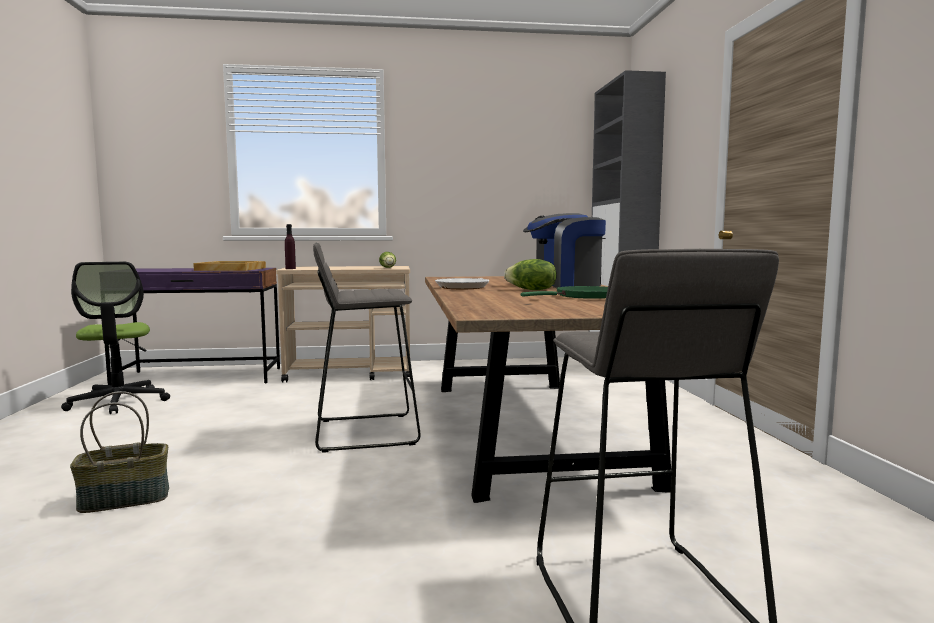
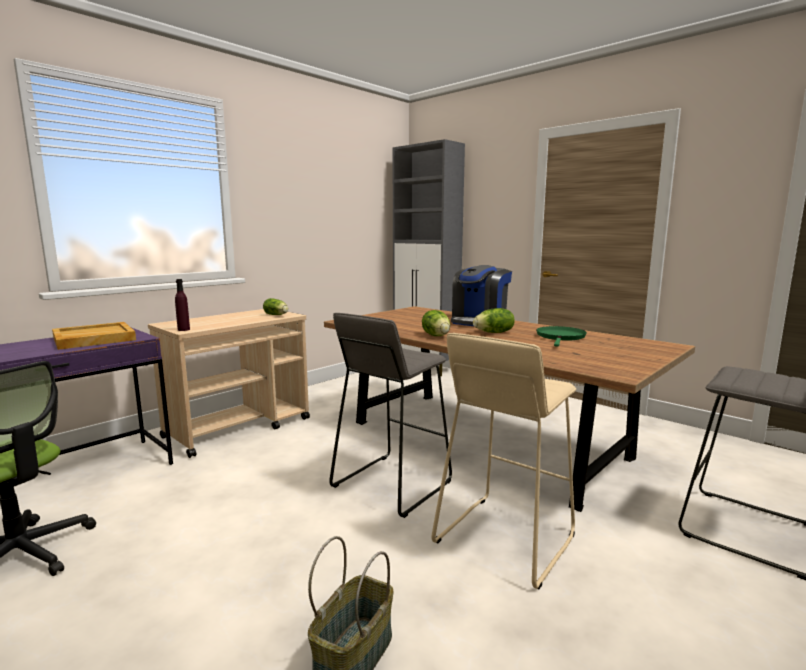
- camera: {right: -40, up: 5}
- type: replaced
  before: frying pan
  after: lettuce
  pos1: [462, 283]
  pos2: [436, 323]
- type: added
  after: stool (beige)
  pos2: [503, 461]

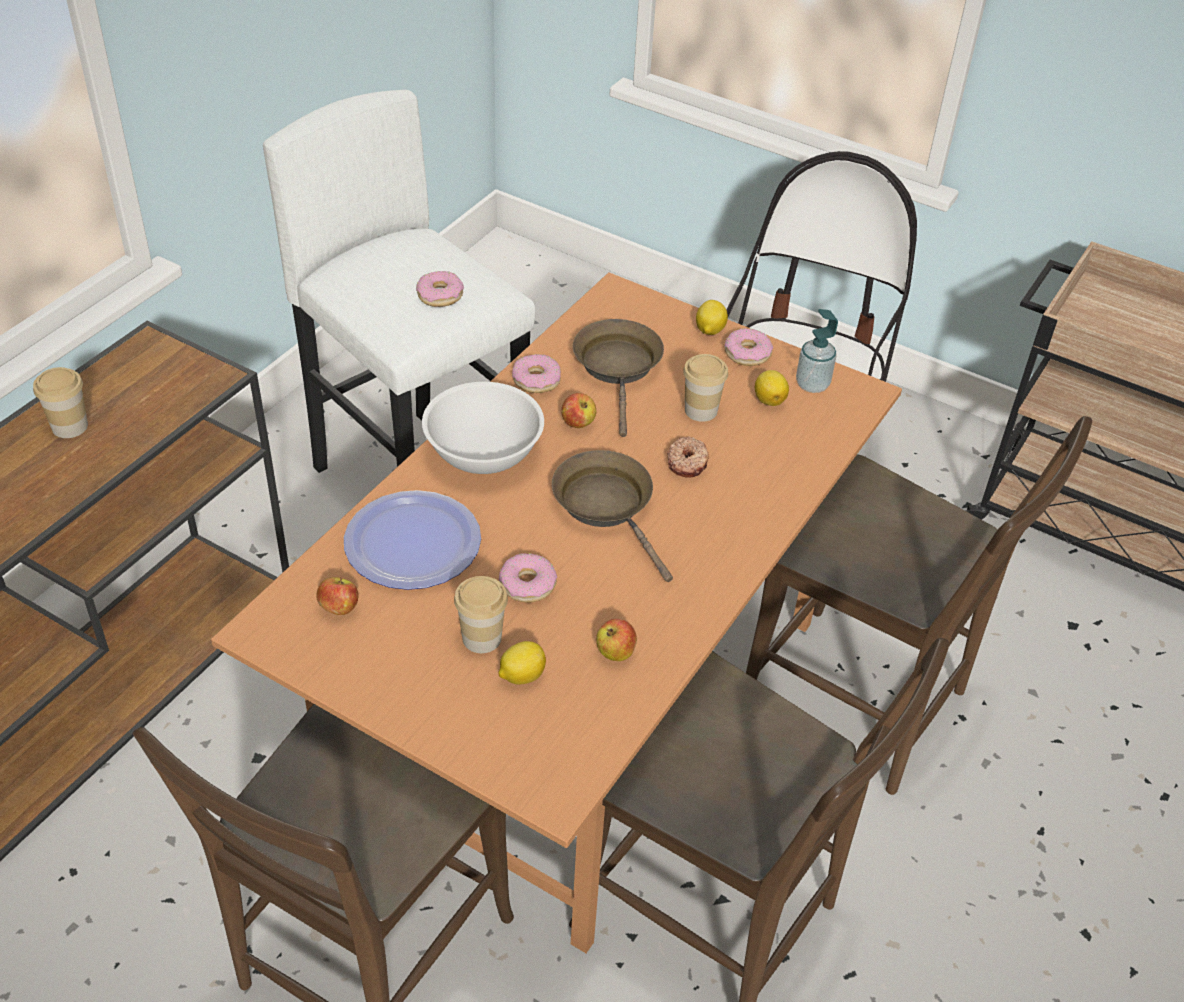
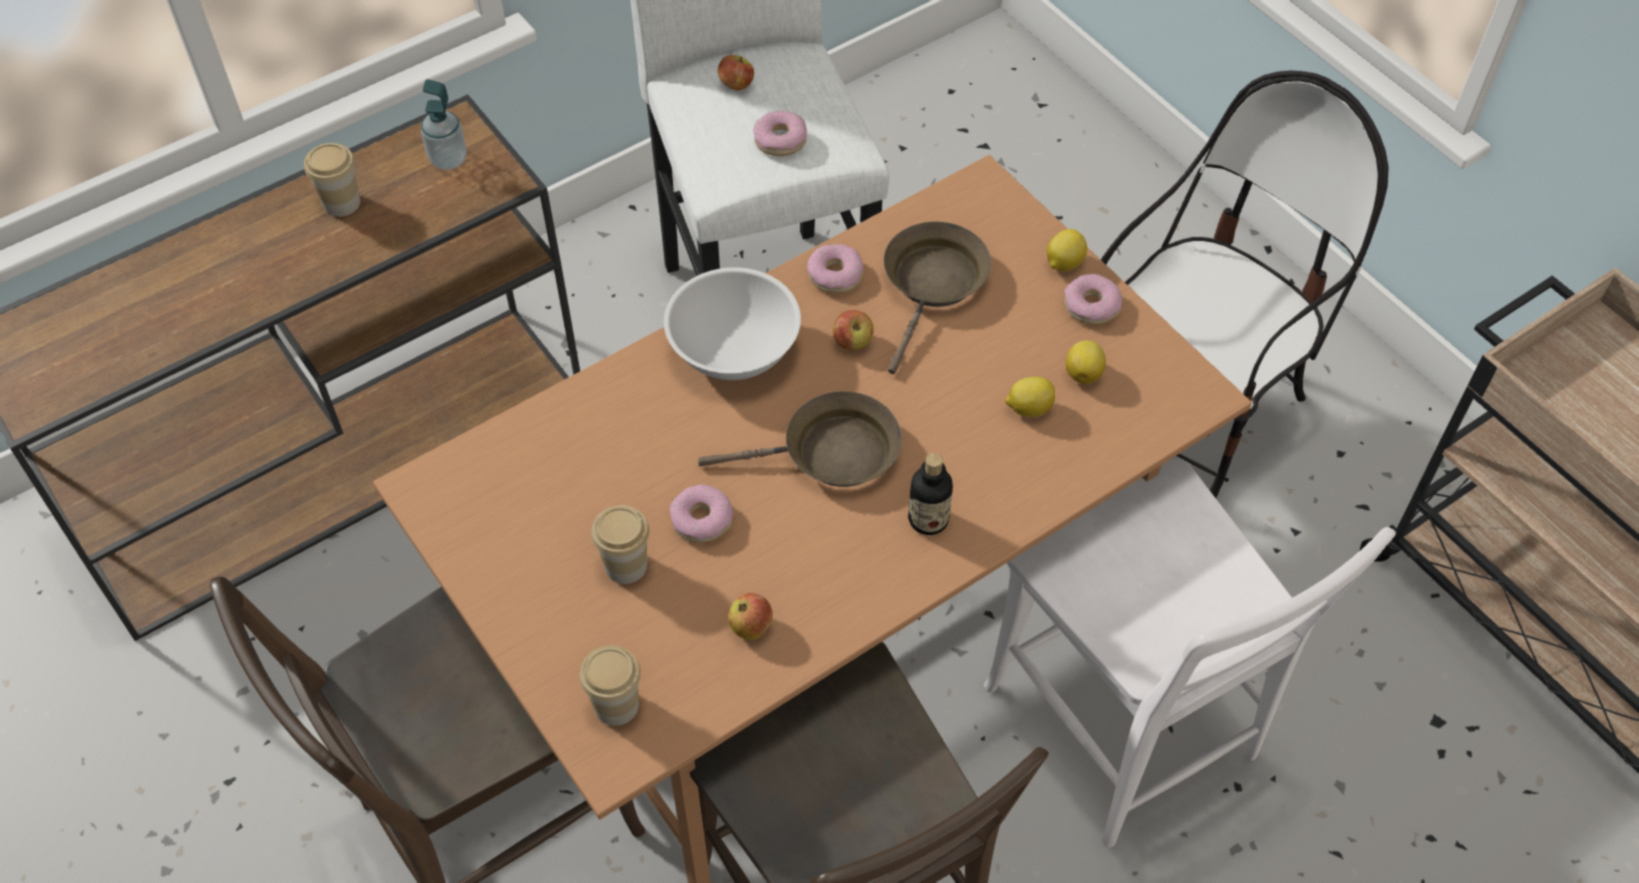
- camera: {right: 25, up: 10}
- type: moved
  before: apple
  pos1: [337, 596]
  pos2: [736, 72]
- type: removed
  before: plate
  pos1: [412, 540]
- type: moved
  before: lemon
  pos1: [522, 662]
  pos2: [1030, 396]
- type: turned
  before: frying pan (brown)
  pos1: [612, 516]
  pos2: [800, 439]
  turn: 90
- type: removed
  before: donut
  pos1: [688, 457]
- type: moved
  before: cup
  pos1: [705, 388]
  pos2: [610, 685]
- type: recoloured
  before: chair (brown)
  after: chair (white)
  pos1: [919, 605]
  pos2: [1190, 652]
- type: moved
  before: soap dispenser
  pos1: [817, 351]
  pos2: [443, 124]
- type: added
  after: bottle
  pos2: [930, 494]

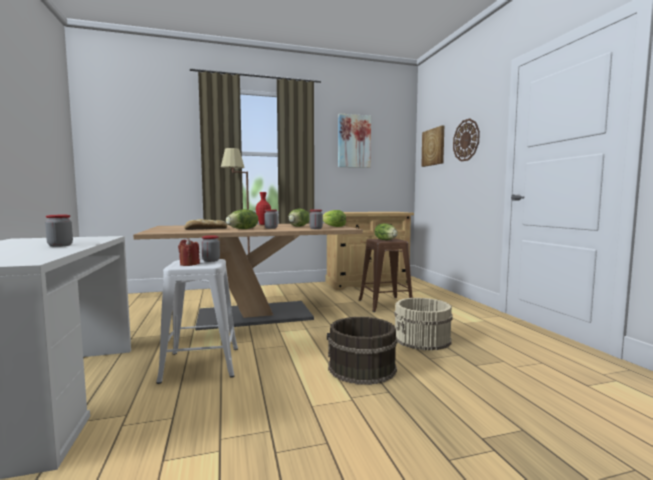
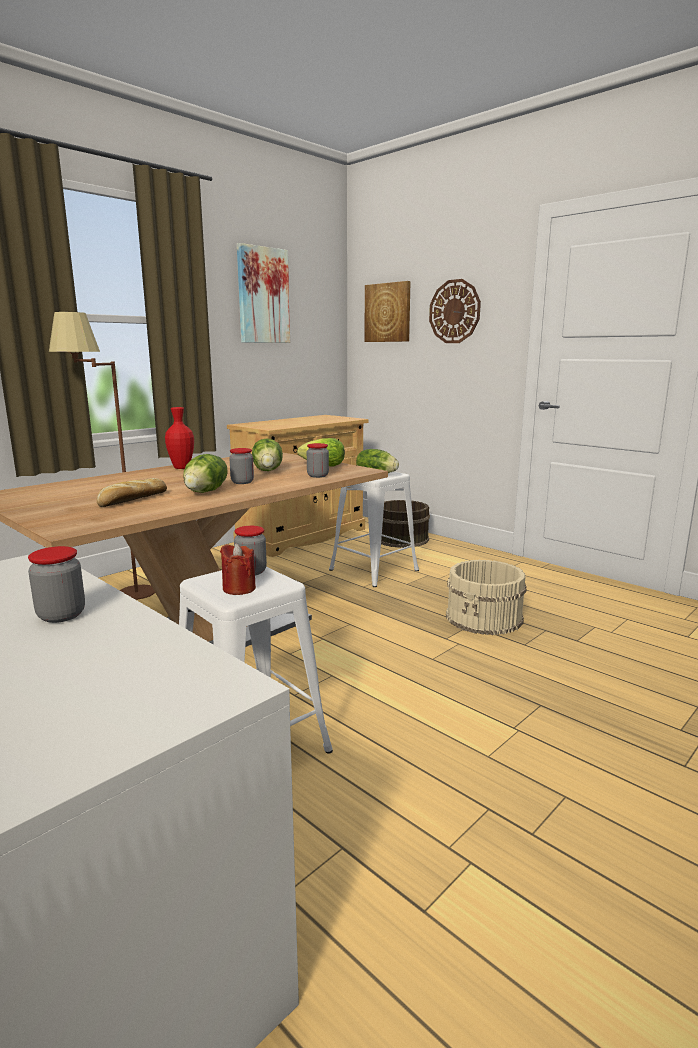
- camera: {right: -30, up: 10}
- type: moved
  before: bucket (brown)
  pos1: [362, 351]
  pos2: [405, 524]
- type: recoloured
  before: stool (brown)
  after: stool (white)
  pos1: [386, 275]
  pos2: [374, 529]

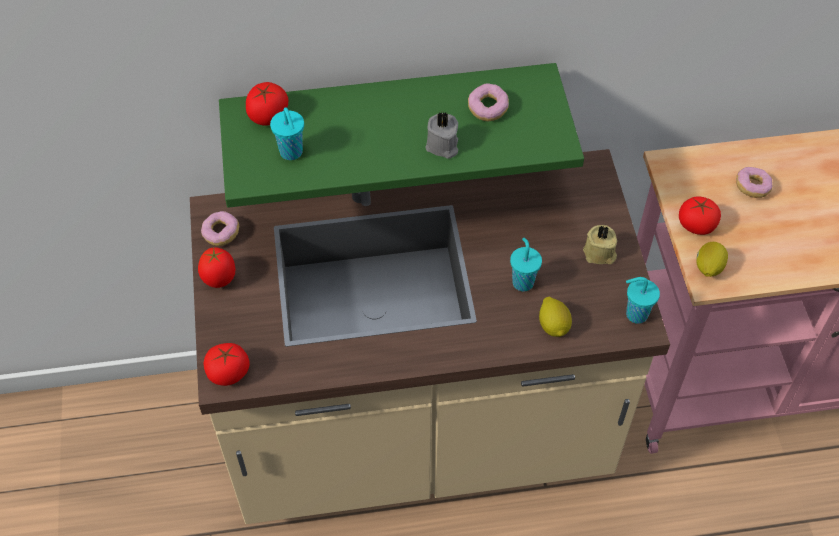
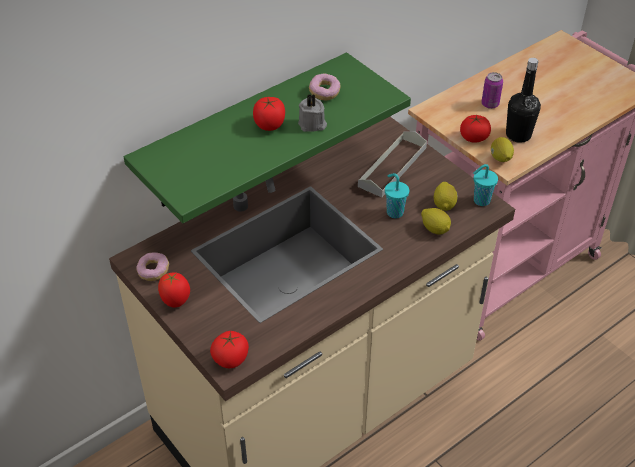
- camera: {right: -30, up: -10}
- type: moved
  before: tomato
  pos1: [267, 104]
  pos2: [269, 114]
- type: removed
  before: cup (turquoise)
  pos1: [287, 133]
- type: removed
  before: candle (beige)
  pos1: [600, 244]
- type: replaced
  before: donut
  after: can
  pos1: [754, 182]
  pos2: [492, 90]
- type: added
  after: tray (grey)
  pos2: [392, 164]
- type: added
  after: lemon
  pos2: [446, 196]
- type: added
  after: bottle (black)
  pos2: [523, 100]

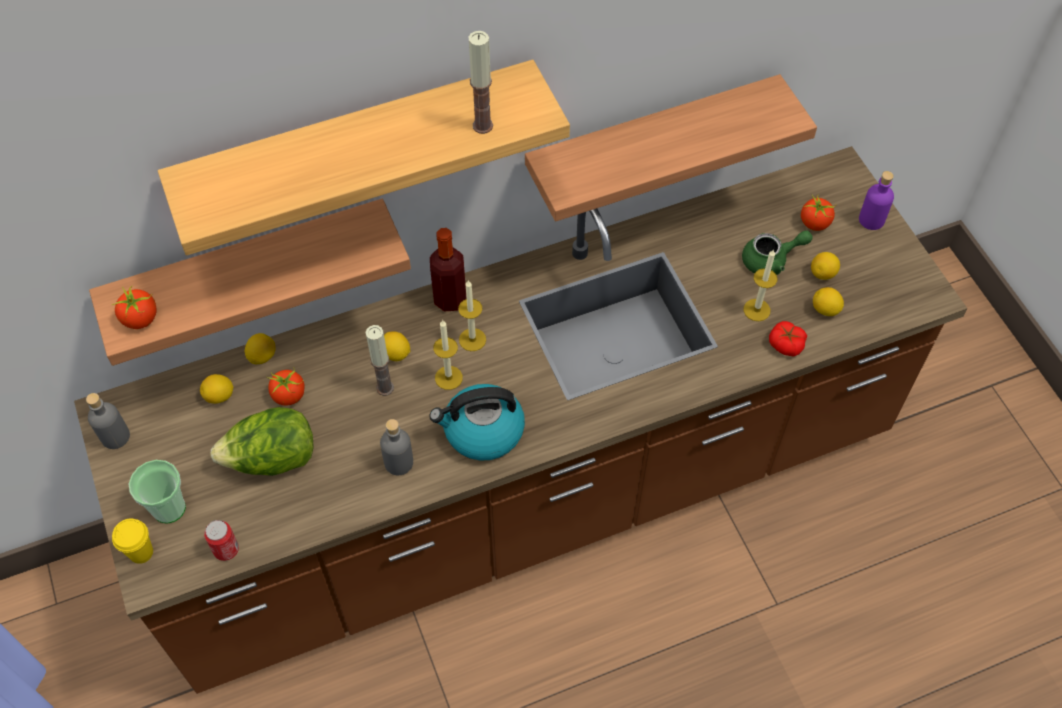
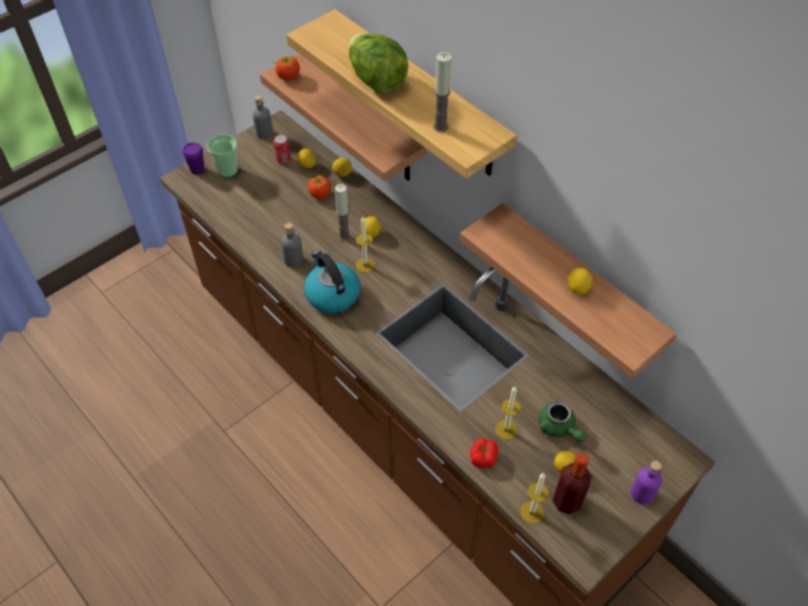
- camera: {right: 70, up: -5}
- type: recoloured
  before: cup (yellow)
  after: cup (purple)
  pos1: [132, 541]
  pos2: [193, 158]
- type: moved
  before: can
  pos1: [221, 540]
  pos2: [282, 149]
- type: moved
  before: lettuce
  pos1: [262, 441]
  pos2: [378, 63]
- type: moved
  before: bottle
  pos1: [448, 269]
  pos2: [572, 483]
- type: moved
  before: candle
  pos1: [472, 316]
  pos2: [534, 498]
- type: removed
  before: tomato
  pos1: [818, 213]
- type: moved
  before: lemon
  pos1: [828, 301]
  pos2: [580, 281]

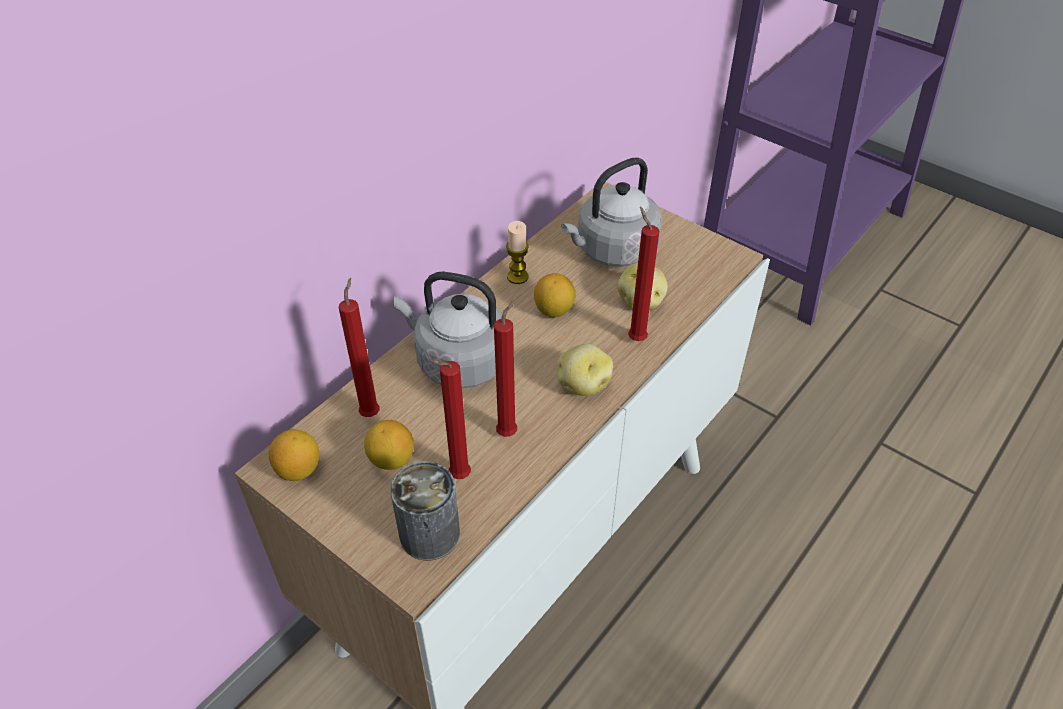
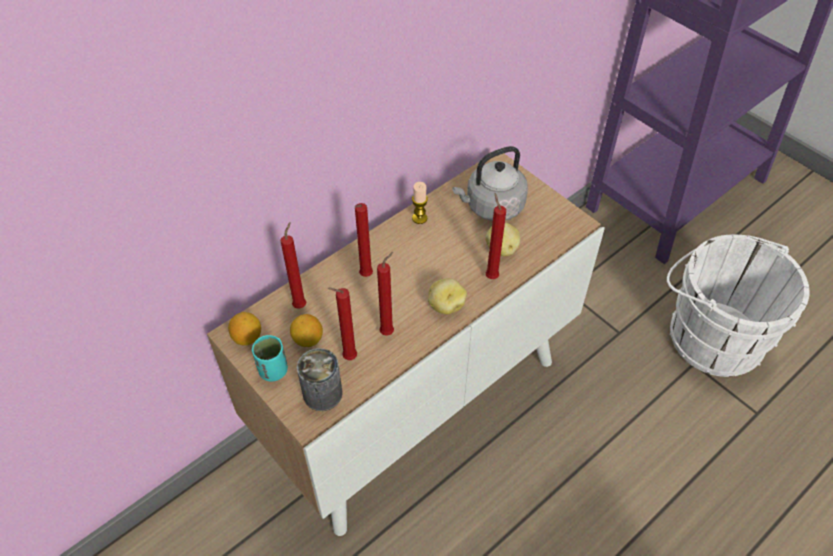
- camera: {right: 10, up: 5}
- type: replaced
  before: kettle (grey)
  after: candle (red)
  pos1: [447, 330]
  pos2: [364, 240]
- type: removed
  before: lemon
  pos1: [554, 295]
- type: added
  after: cup (turquoise)
  pos2: [270, 358]
- type: added
  after: bucket (white)
  pos2: [738, 305]

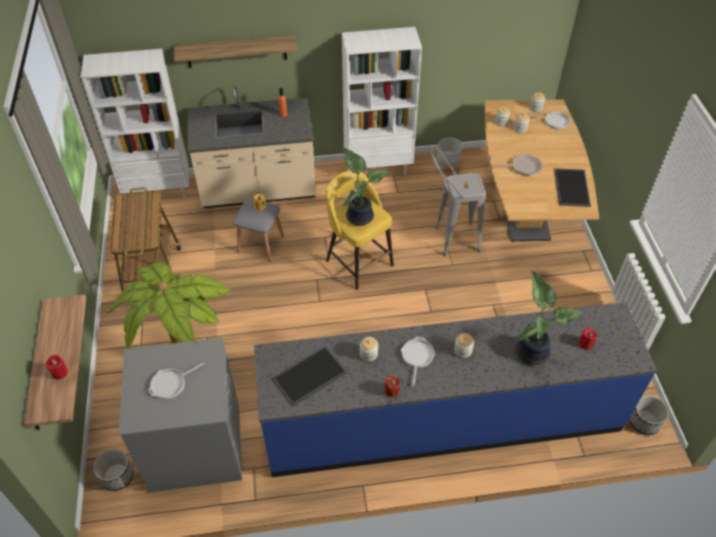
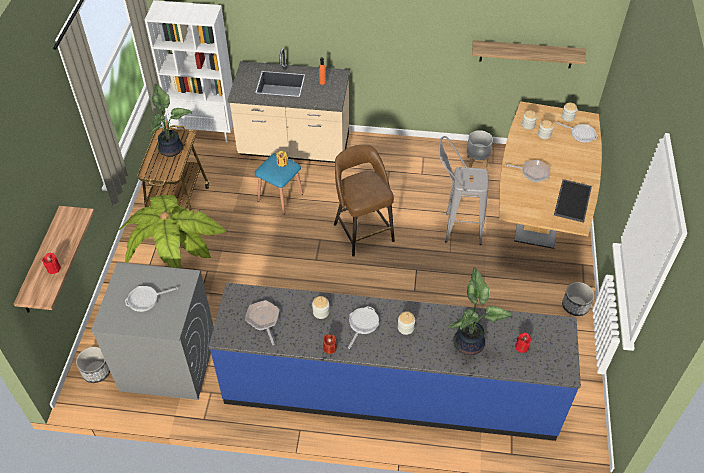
- camera: {right: 15, up: 0}
- type: moved
  before: shelf
  pos1: [235, 52]
  pos2: [529, 54]
- type: recoloured
  before: stool (grey)
  after: stool (blue)
  pos1: [258, 230]
  pos2: [278, 184]
- type: replaced
  before: tray
  after: frying pan
  pos1: [310, 376]
  pos2: [262, 322]
- type: recoloured
  before: stool (yellow)
  after: stool (brown)
  pos1: [359, 230]
  pos2: [364, 201]
- type: removed
  before: bookcase (white)
  pos1: [382, 101]
- type: moved
  before: potted plant
  pos1: [365, 187]
  pos2: [169, 120]
- type: moved
  before: planter
  pos1: [649, 415]
  pos2: [578, 299]

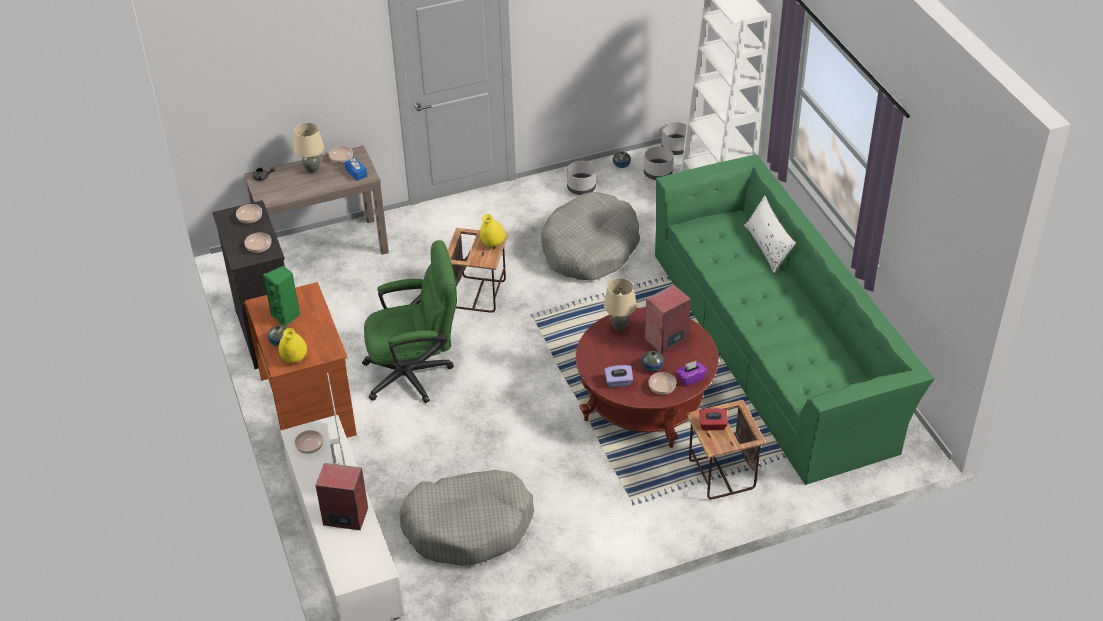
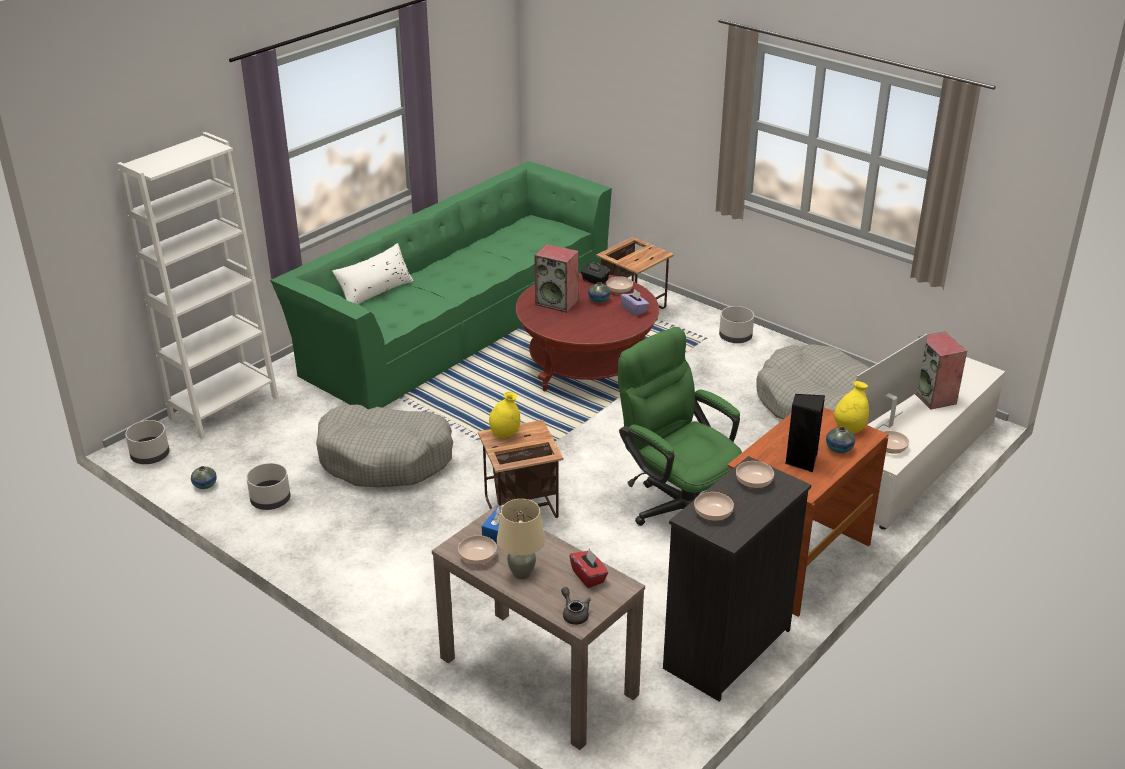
- camera: {right: -120, up: -10}
- type: recoloured
  before: speaker (green)
  after: speaker (black)
  pos1: [281, 296]
  pos2: [805, 433]
- type: removed
  before: table lamp (beige)
  pos1: [620, 304]
- type: moved
  before: planter (grey)
  pos1: [658, 163]
  pos2: [736, 324]
- type: recoloured
  before: tissue box (purple)
  after: tissue box (black)
  pos1: [691, 373]
  pos2: [595, 273]
- type: moved
  before: tissue box (red)
  pos1: [713, 419]
  pos2: [589, 568]

